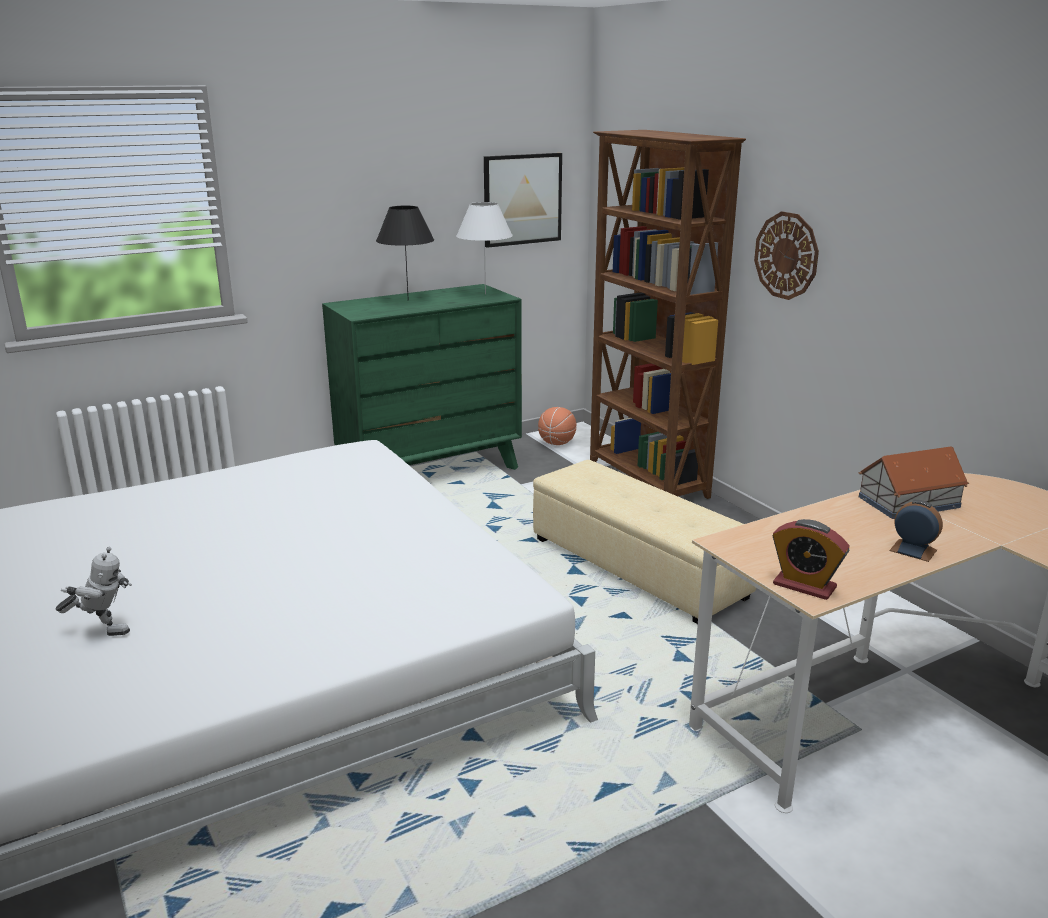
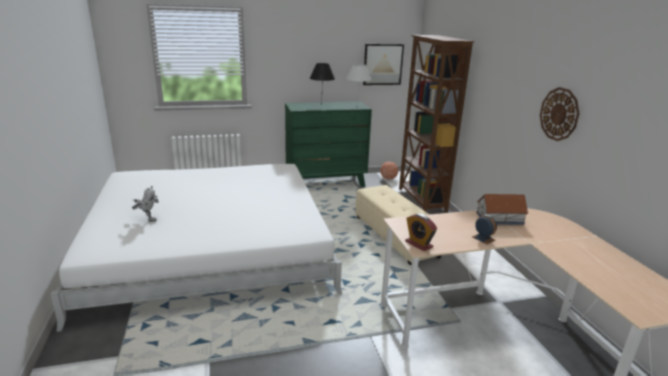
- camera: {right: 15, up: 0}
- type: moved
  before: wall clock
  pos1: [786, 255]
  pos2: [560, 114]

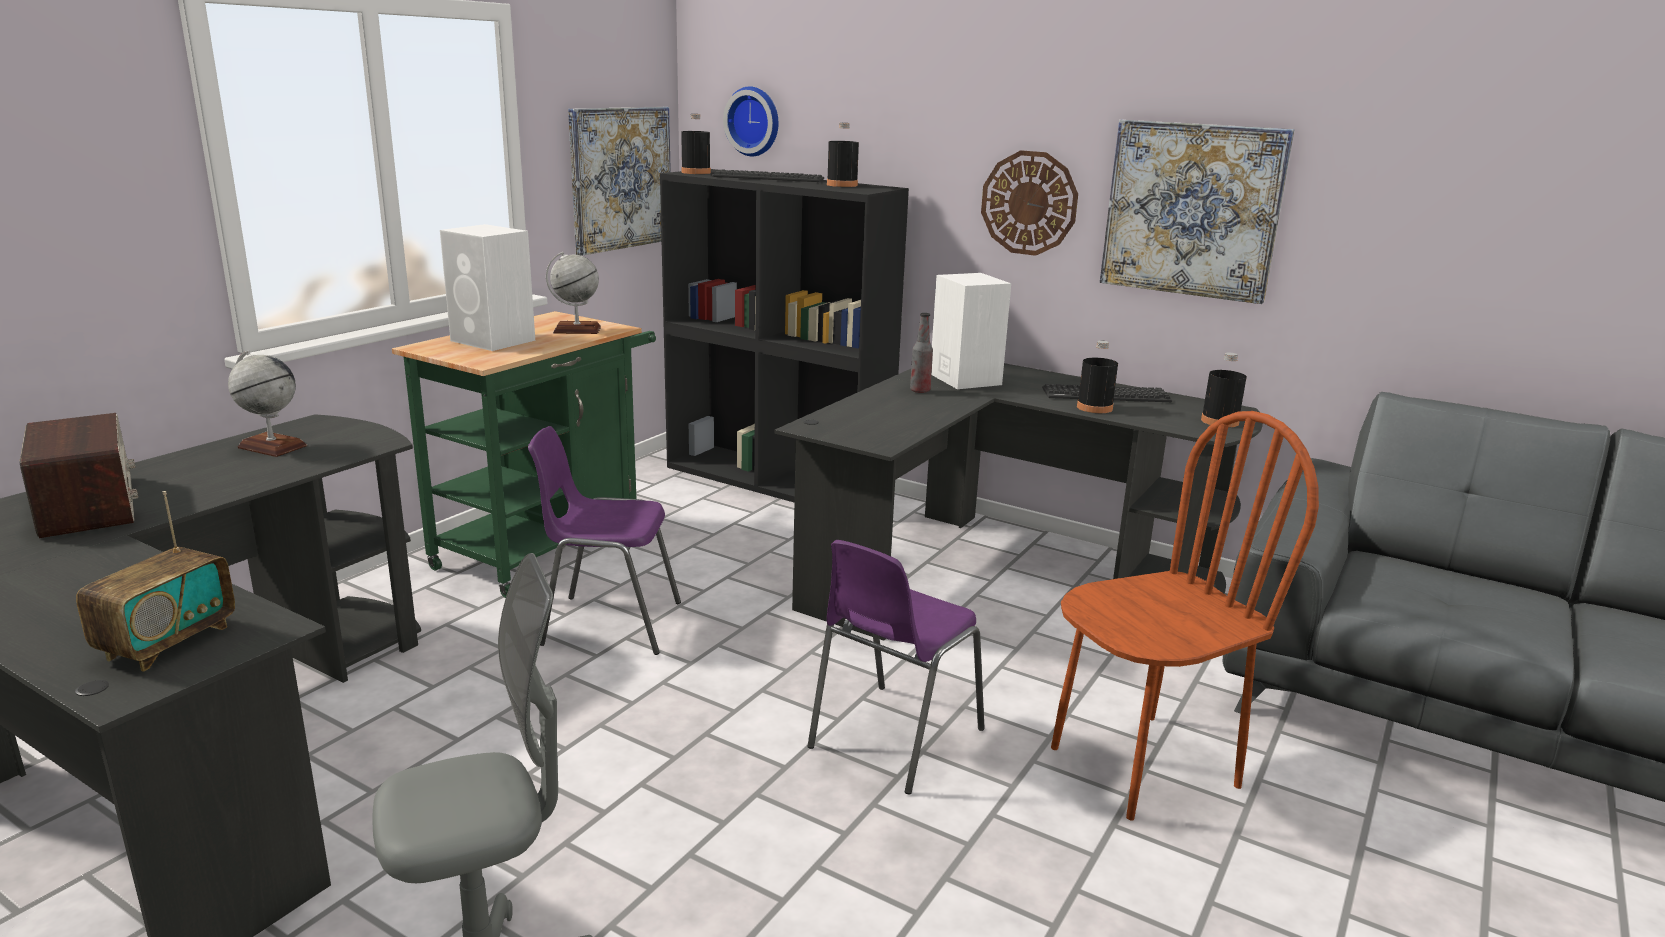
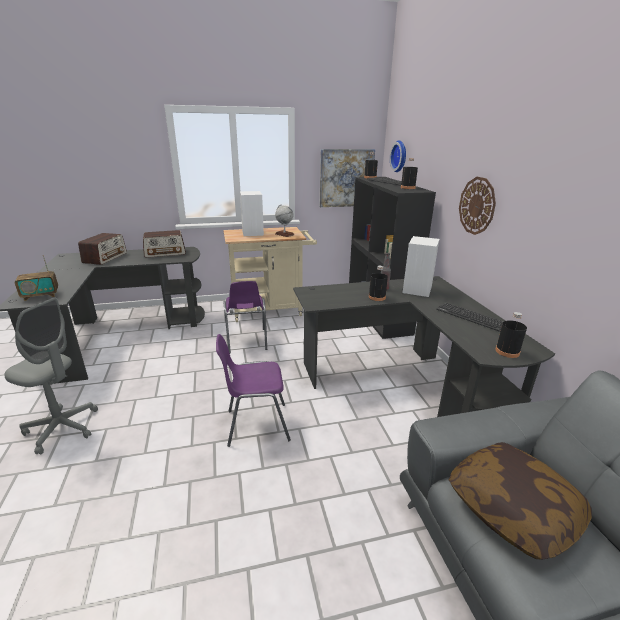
- camera: {right: 45, up: 5}
- type: replaced
  before: globe
  after: radio
  pos1: [267, 403]
  pos2: [164, 244]
- type: recoloured
  before: cart (green)
  after: cart (beige)
  pos1: [524, 454]
  pos2: [270, 274]
- type: turned
  before: chair (purple)
  pos1: [604, 540]
  pos2: [245, 317]
  turn: -150
- type: removed
  before: chair (brown)
  pos1: [1185, 616]
- type: moved
  before: bottle (black)
  pos1: [1097, 376]
  pos2: [378, 283]
- type: removed
  before: picture
  pos1: [1197, 211]
- type: added
  after: pillow
  pos2: [520, 501]

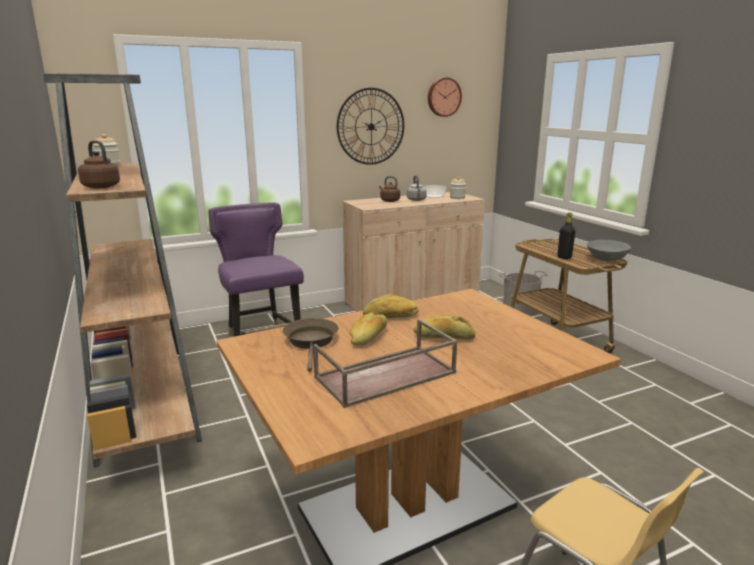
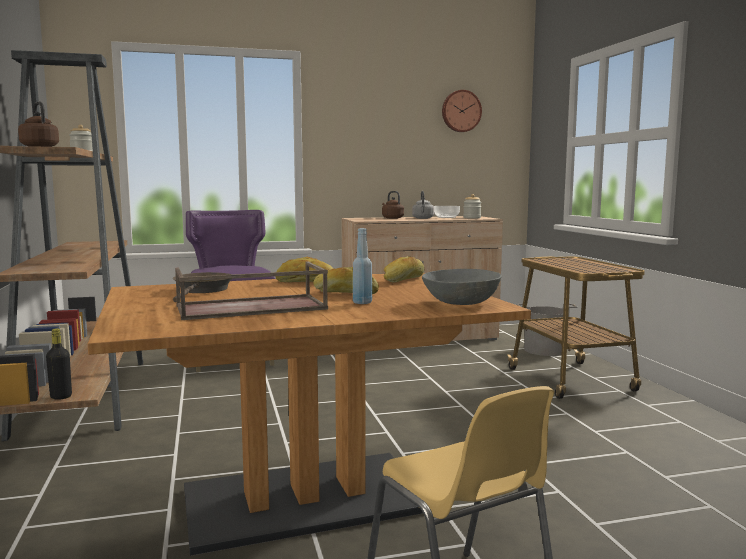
- camera: {right: 10, up: -10}
- type: removed
  before: wall clock
  pos1: [370, 126]
- type: moved
  before: bread
  pos1: [368, 328]
  pos2: [404, 269]
- type: moved
  before: bottle (black)
  pos1: [566, 235]
  pos2: [59, 364]
- type: moved
  before: bowl (grey)
  pos1: [609, 250]
  pos2: [462, 287]
- type: added
  after: bottle (blue)
  pos2: [362, 266]

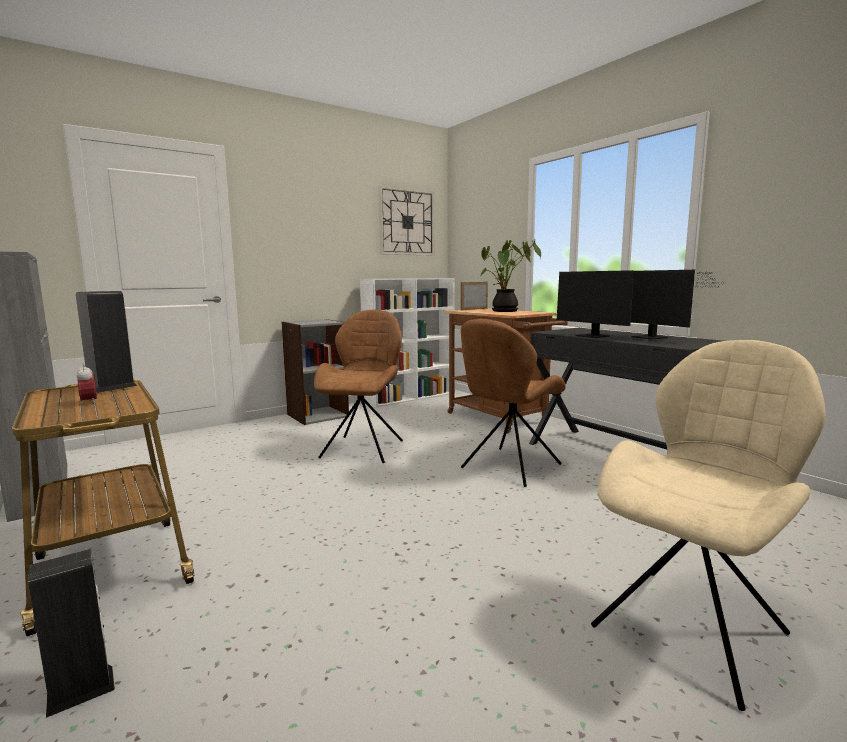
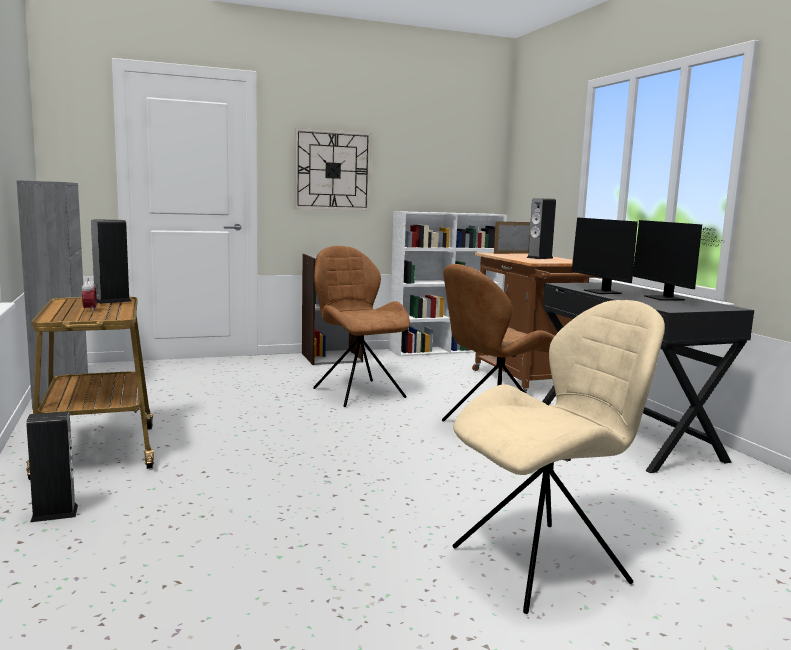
- camera: {right: 15, up: 0}
- type: turned
  before: chair (brown)
  pos1: [358, 386]
  pos2: [361, 326]
  turn: -60
- type: moved
  before: wall clock
  pos1: [406, 221]
  pos2: [333, 169]
- type: replaced
  before: potted plant
  after: speaker
  pos1: [511, 276]
  pos2: [541, 228]

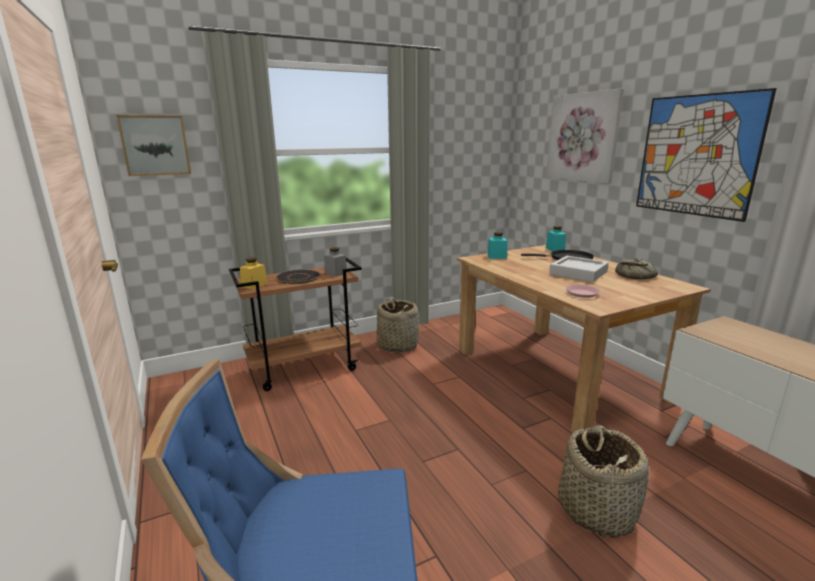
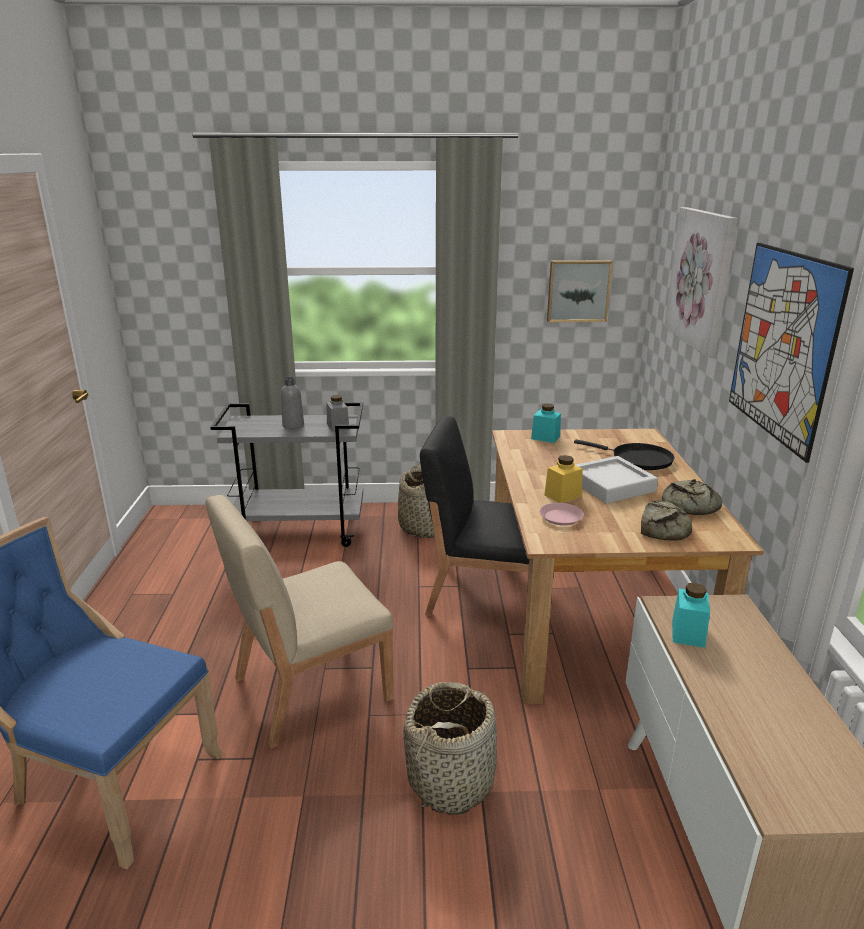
- camera: {right: 25, up: 5}
- type: moved
  before: picture
  pos1: [153, 145]
  pos2: [580, 291]
- type: recoloured
  before: cart (brown)
  after: cart (grey)
  pos1: [295, 324]
  pos2: [286, 474]
- type: moved
  before: jar (yellow)
  pos1: [254, 273]
  pos2: [563, 479]
- type: replaced
  before: plate (black)
  after: bottle (grey)
  pos1: [298, 276]
  pos2: [292, 403]
- type: moved
  before: jar (turquoise)
  pos1: [556, 238]
  pos2: [691, 615]
- type: added
  after: chair (beige)
  pos2: [300, 622]
- type: added
  after: chair (black)
  pos2: [474, 516]
- type: added
  after: bread
  pos2: [666, 520]

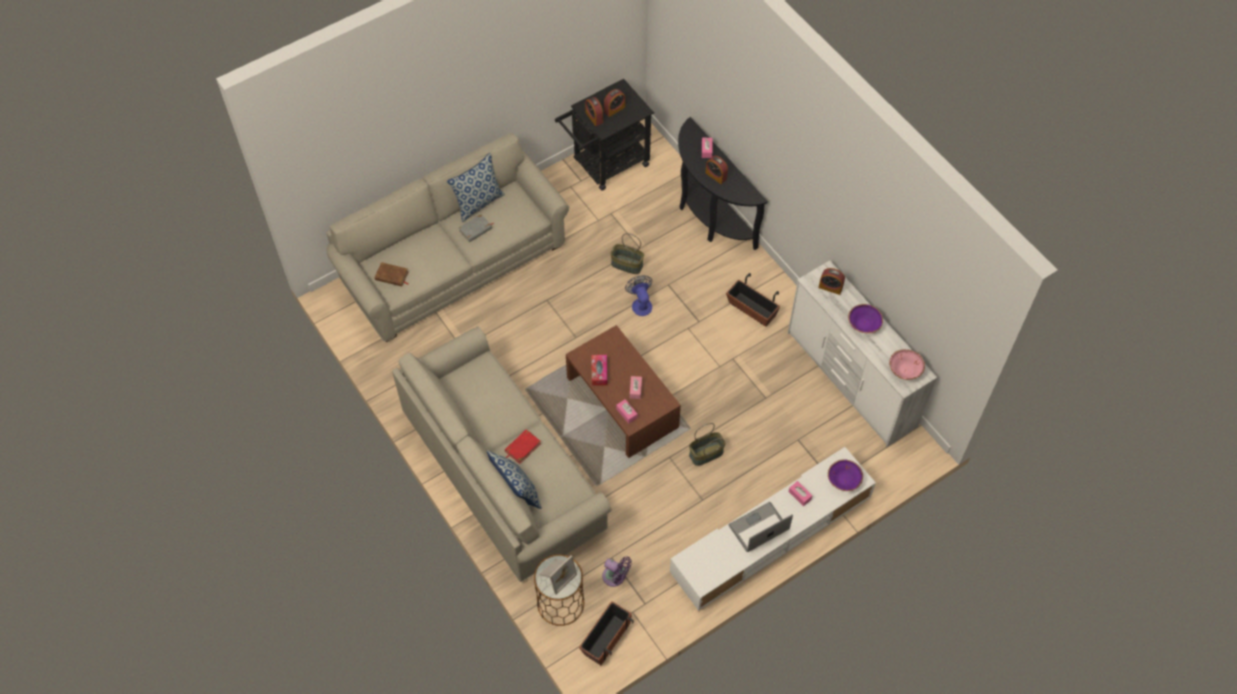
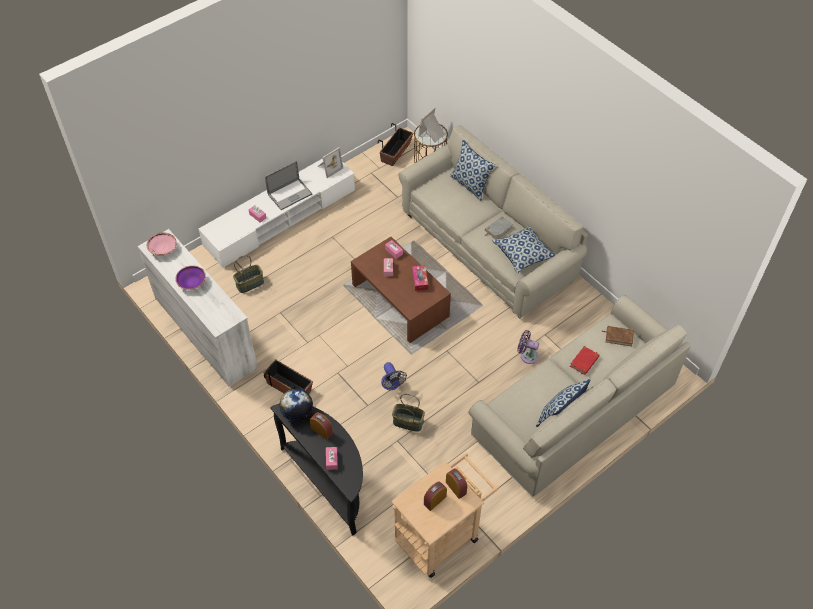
- camera: {right: 175, up: -5}
- type: moved
  before: book (grey)
  pos1: [476, 228]
  pos2: [498, 227]
- type: moved
  before: book (red)
  pos1: [523, 446]
  pos2: [584, 360]
- type: recoloured
  before: cart (black)
  after: cart (beige)
  pos1: [604, 135]
  pos2: [445, 515]
- type: moved
  before: fan (purple)
  pos1: [617, 571]
  pos2: [528, 347]
- type: moved
  before: basket
  pos1: [707, 444]
  pos2: [248, 274]
- type: removed
  before: alarm clock
  pos1: [832, 281]
- type: removed
  before: bowl (purple)
  pos1: [845, 475]
- type: added
  after: globe
  pos2: [296, 405]
- type: added
  after: picture frame
  pos2: [330, 162]
- type: added
  after: pillow
  pos2: [524, 249]

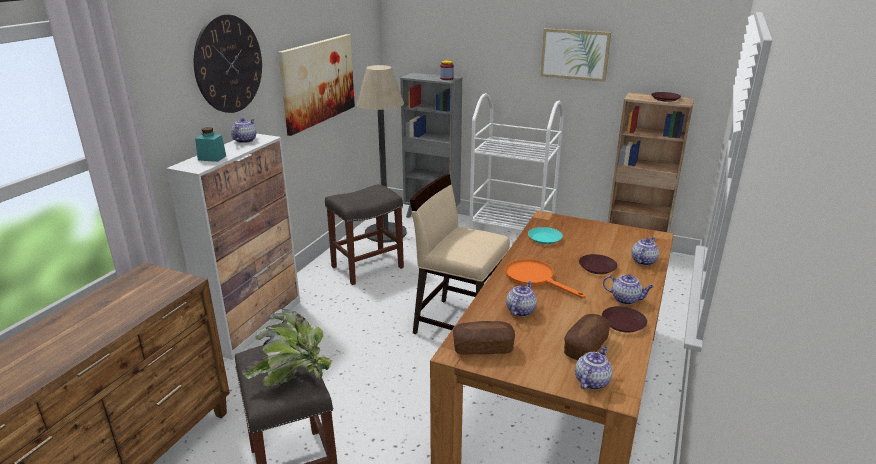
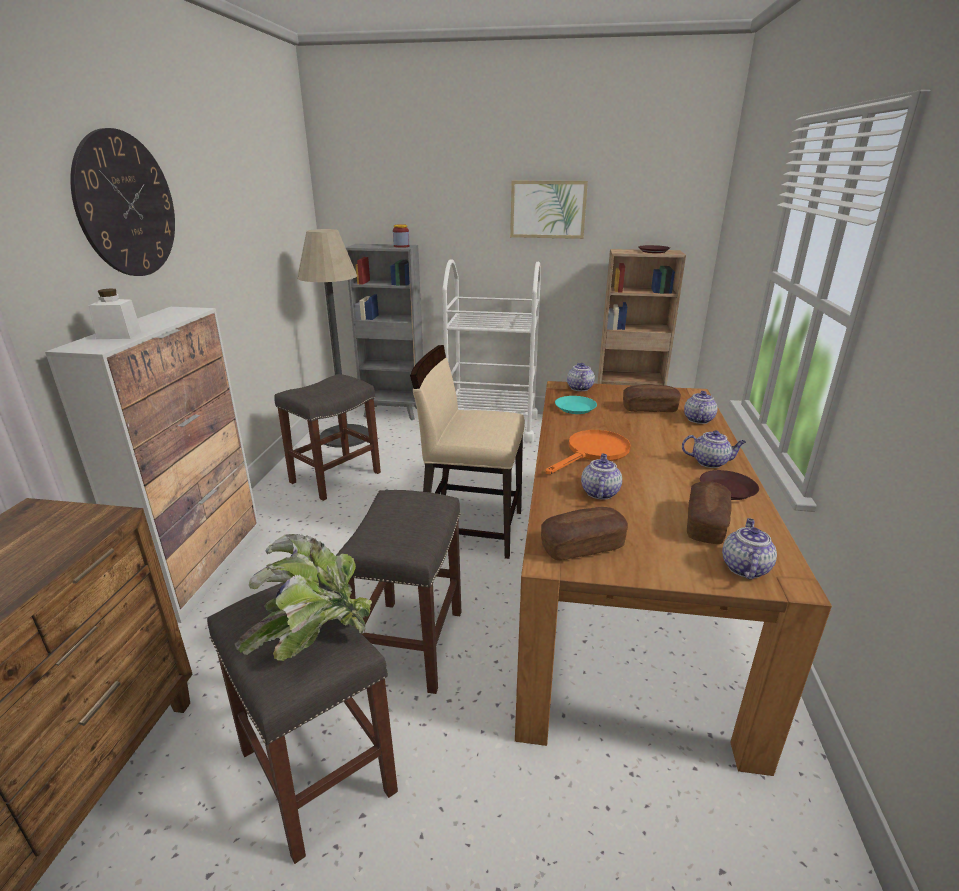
- camera: {right: -15, up: 0}
- type: recoloured
  before: jar (turquoise)
  after: jar (white)
  pos1: [210, 144]
  pos2: [115, 314]
- type: moved
  before: teapot
  pos1: [243, 130]
  pos2: [581, 377]
- type: removed
  before: picture
  pos1: [316, 85]
- type: turned
  before: frying pan (orange)
  pos1: [545, 279]
  pos2: [588, 452]
  turn: 105
- type: removed
  before: plate (brown)
  pos1: [598, 264]
- type: added
  after: stool (grey)
  pos2: [398, 592]
- type: added
  after: bread
  pos2: [652, 398]

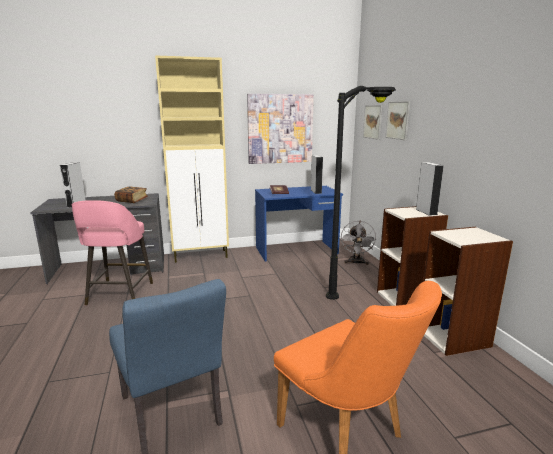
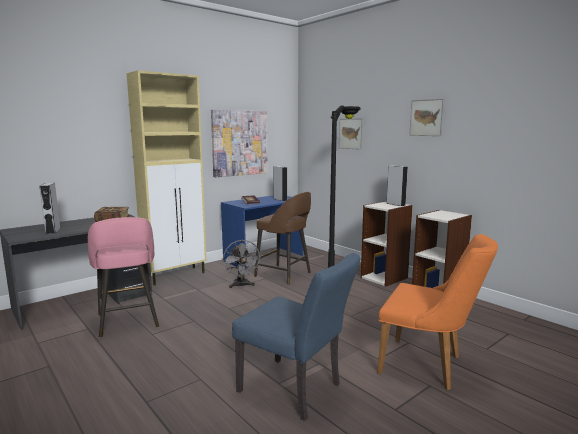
- camera: {right: -25, up: -5}
- type: moved
  before: fan (grey)
  pos1: [358, 242]
  pos2: [241, 264]
- type: moved
  before: picture
  pos1: [372, 122]
  pos2: [426, 117]
- type: added
  after: stool (brown)
  pos2: [282, 238]

